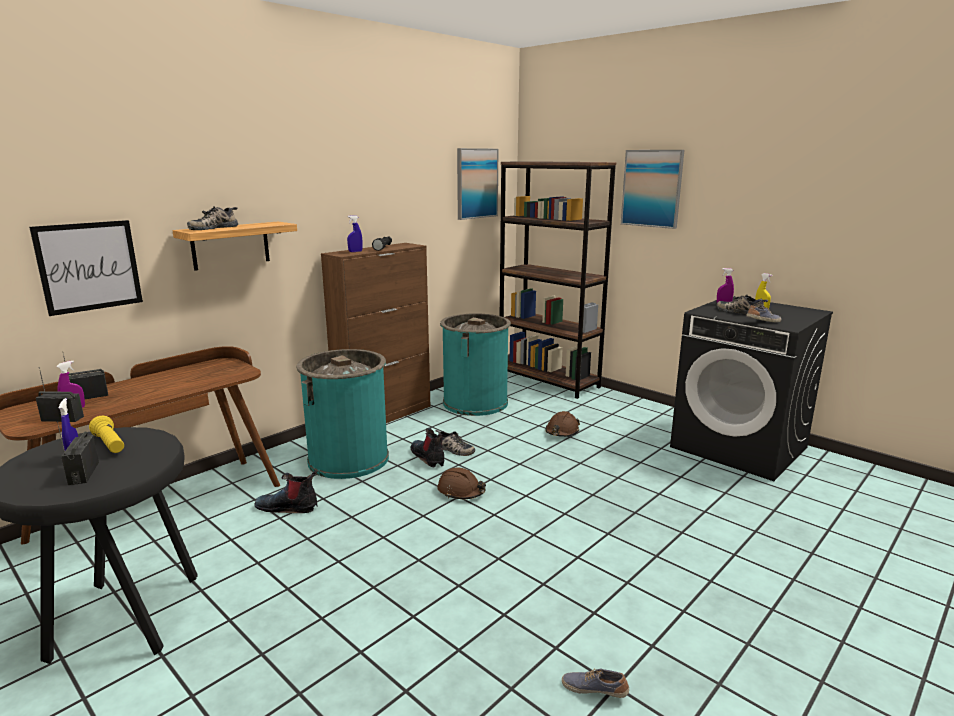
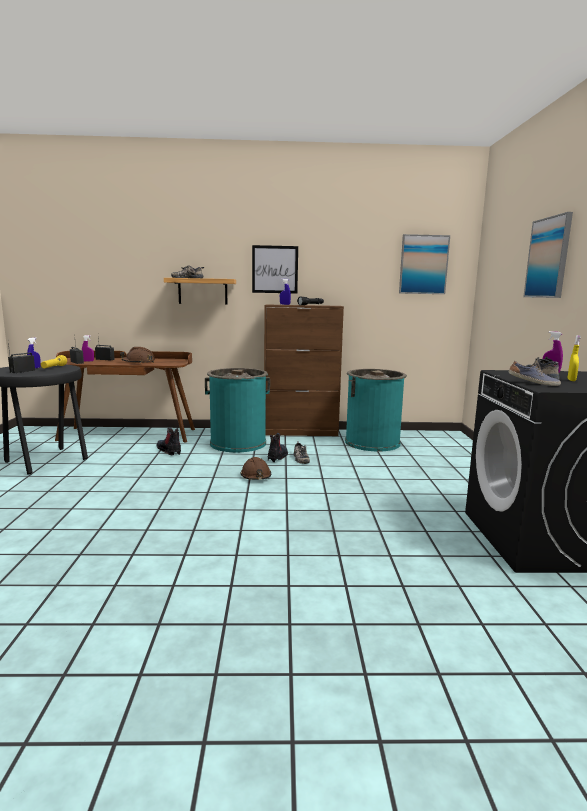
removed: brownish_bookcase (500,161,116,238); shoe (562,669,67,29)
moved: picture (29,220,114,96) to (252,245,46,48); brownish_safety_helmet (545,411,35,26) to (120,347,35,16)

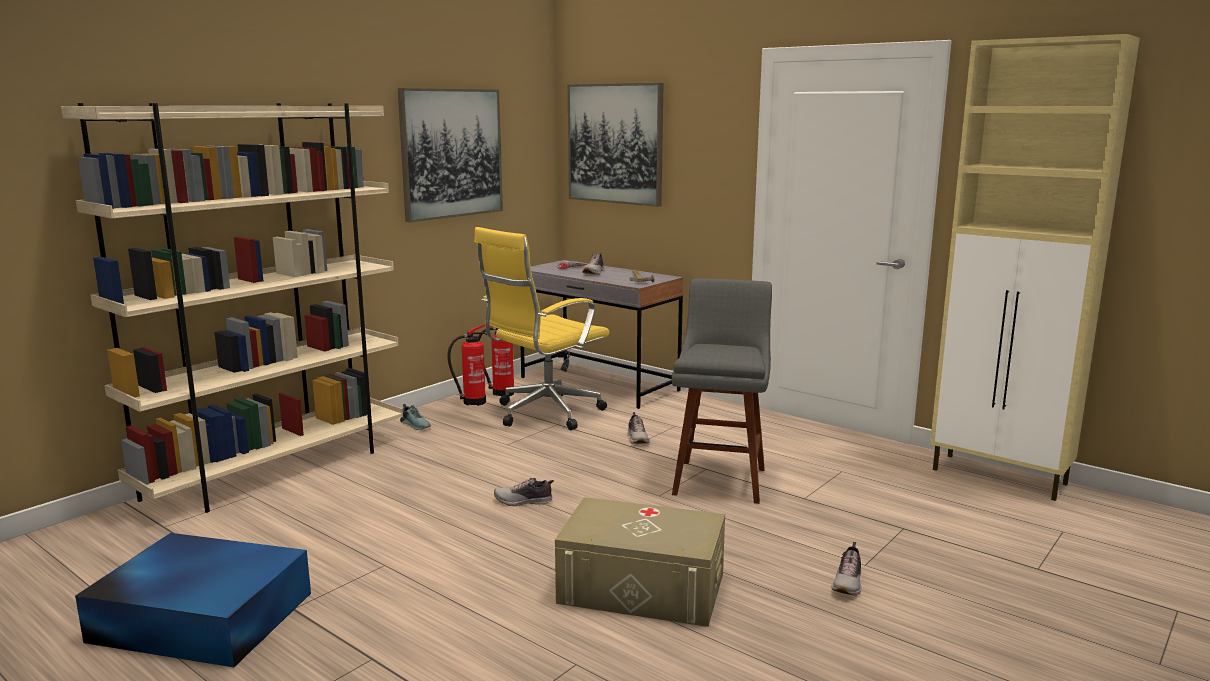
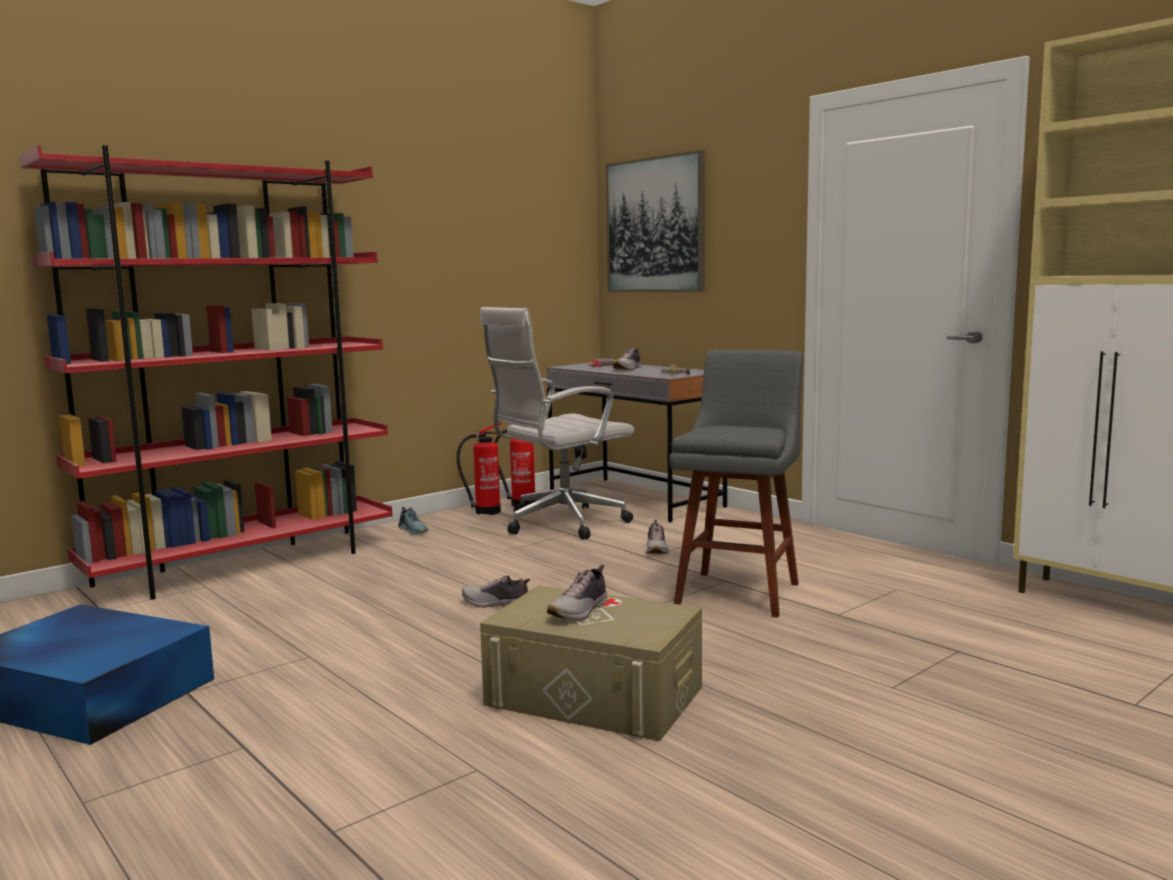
removed: picture (398,88,105,135)
moved: shoe (831,542,31,54) to (547,565,61,56)
recoloured: beige_bookcase (61,103,342,410) to red-coloured_bookcase (19,145,374,455); yellow_computer_chair (474,227,135,203) to whitish_computer_chair (479,307,155,233)

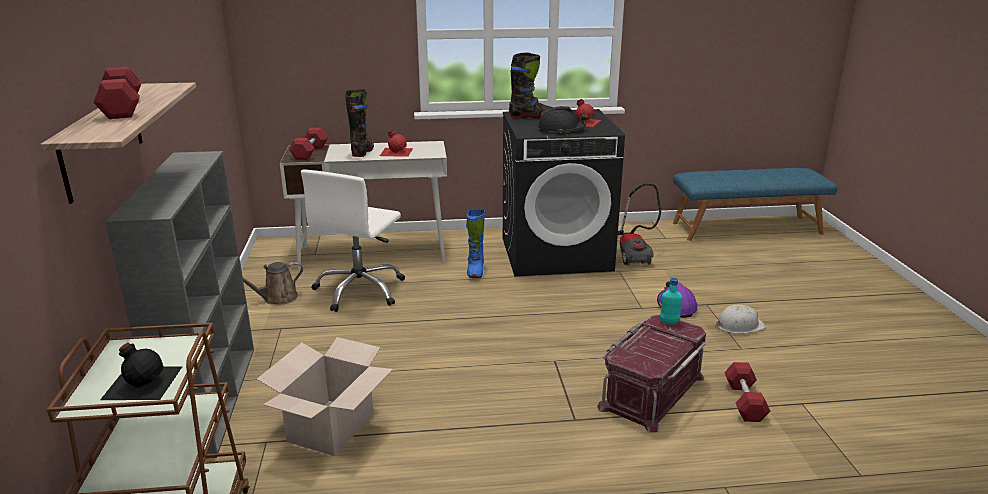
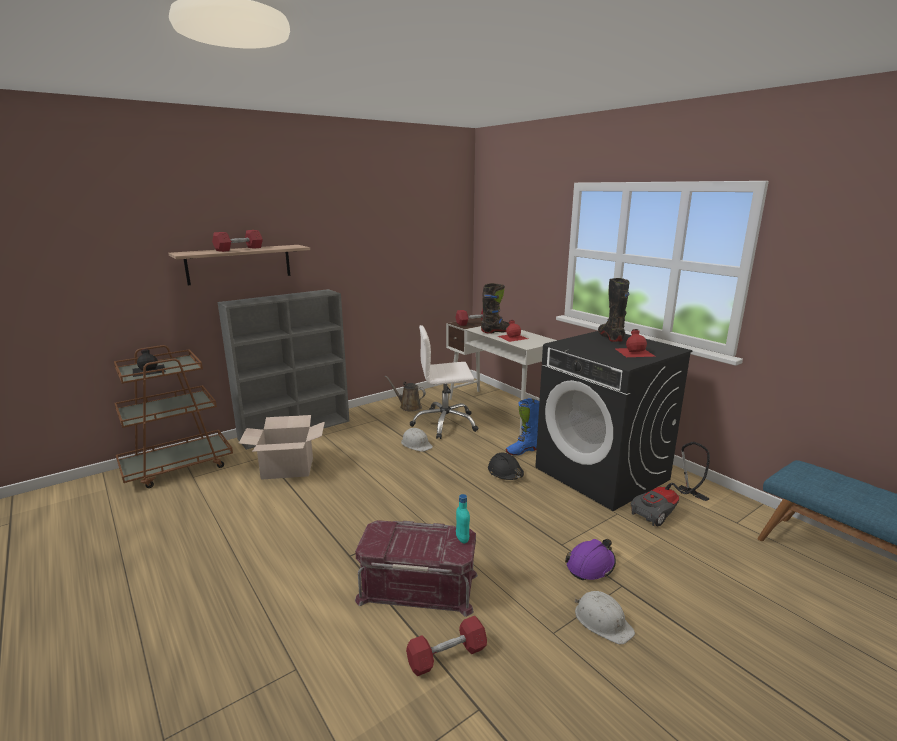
added: whitish_safety_helmet (401,428,32,24)
moved: black_safety_helmet (538,106,50,27) to (488,453,36,27)
turned: black_tall_boot (509,52,44,67) = (598,278,32,64) 150 degrees counterclockwise

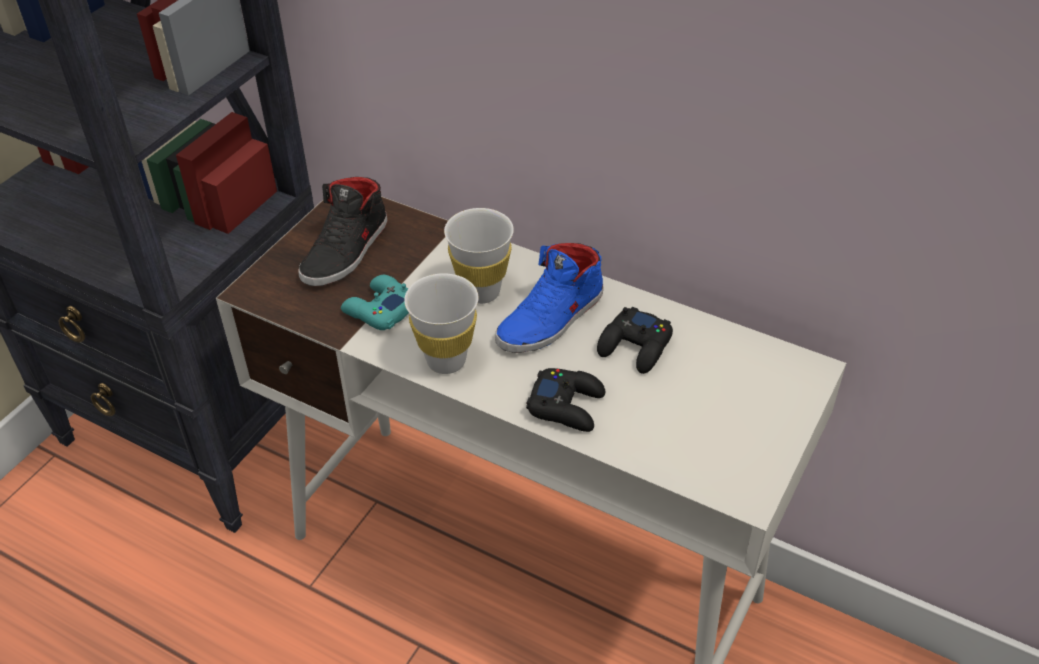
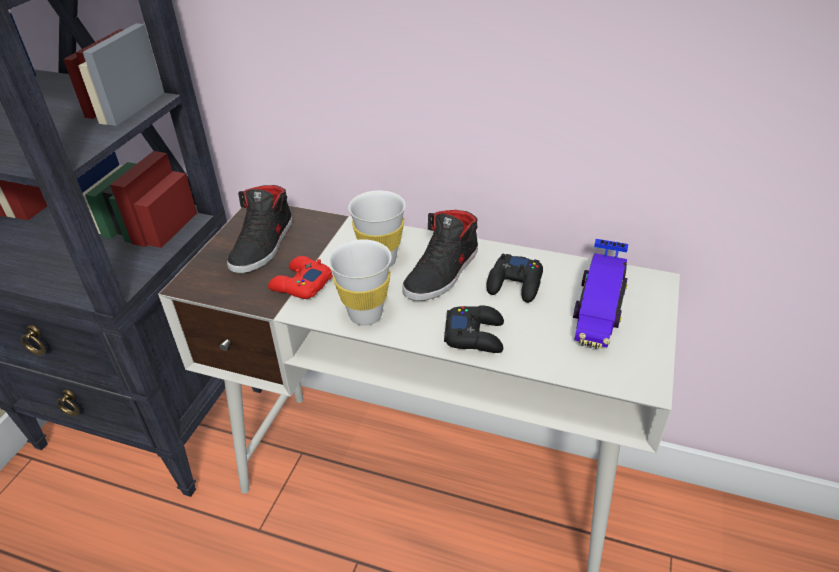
added: toy_car (573,239,55,110)
recoloured: turquoise_gamepad (341,275,68,55) to red-coloured_gamepad (268,256,65,43); bluish_shoe (495,243,108,110) to black_shoe (402,210,76,91)

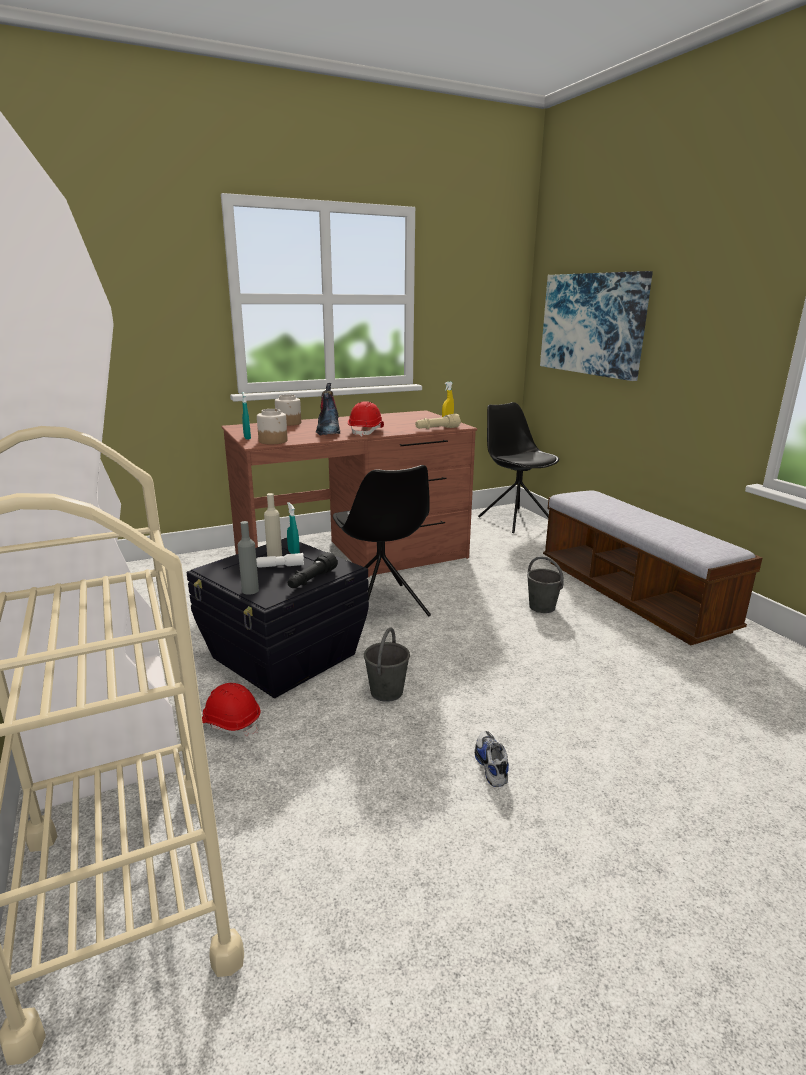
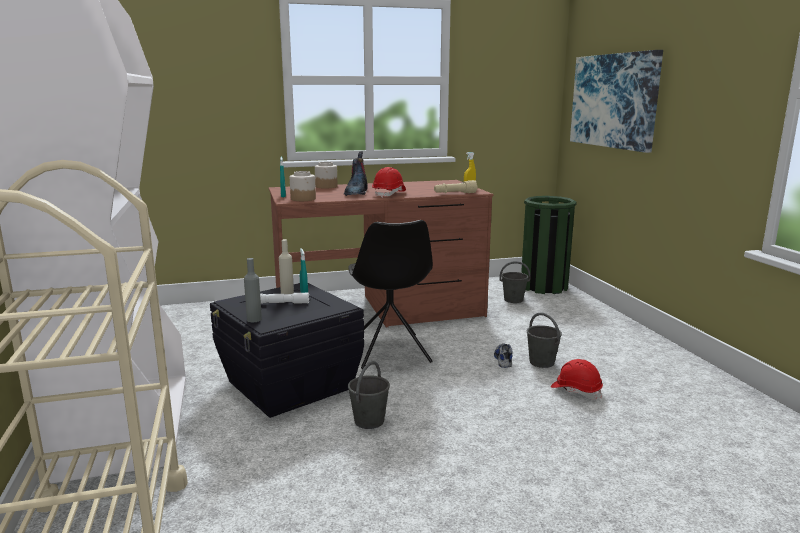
removed: black_flashlight (288,552,50,36); bench (543,490,219,155)
added: gray_bucket (499,261,31,42)
moved: red-coloured_safety_helmet (202,683,59,54) to (551,359,52,41); shoe (475,731,34,56) to (494,343,19,25)
replaced: black_plain_chair (478,402,81,131) to green_rubbish_bin (521,196,56,98)

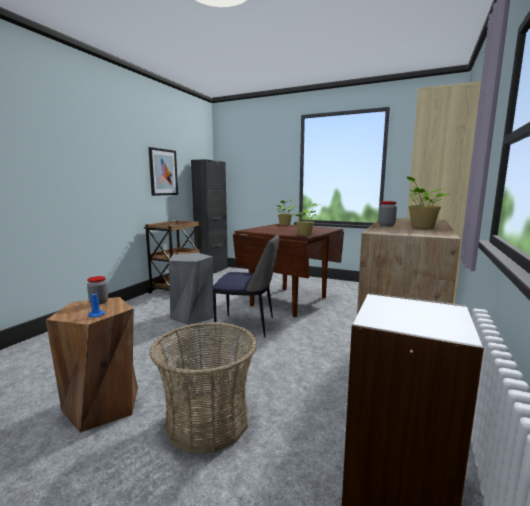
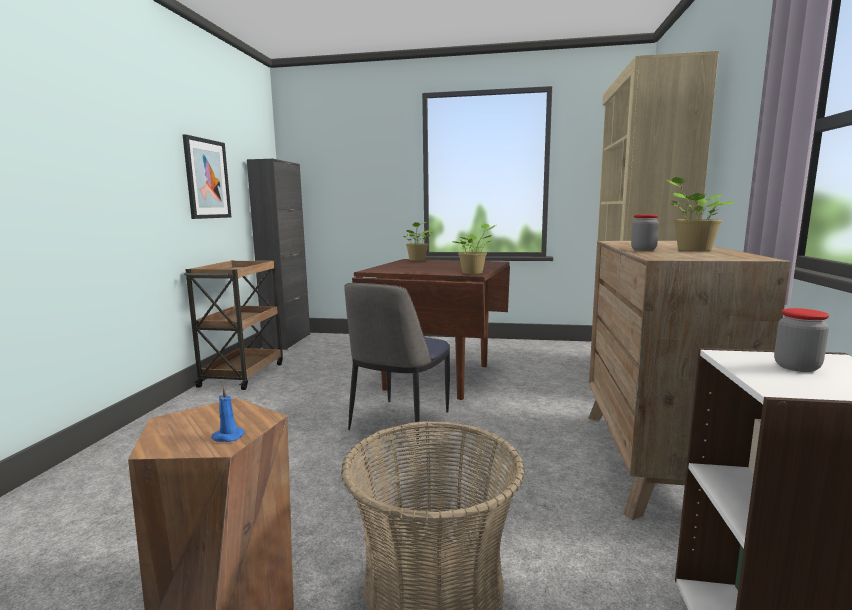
removed: gray_stool_seat (169,253,44,72)
moved: storage_jar (87,276,21,29) to (774,308,55,64)
turned: plain_chair (212,234,67,104) = (344,283,106,161) 120 degrees clockwise

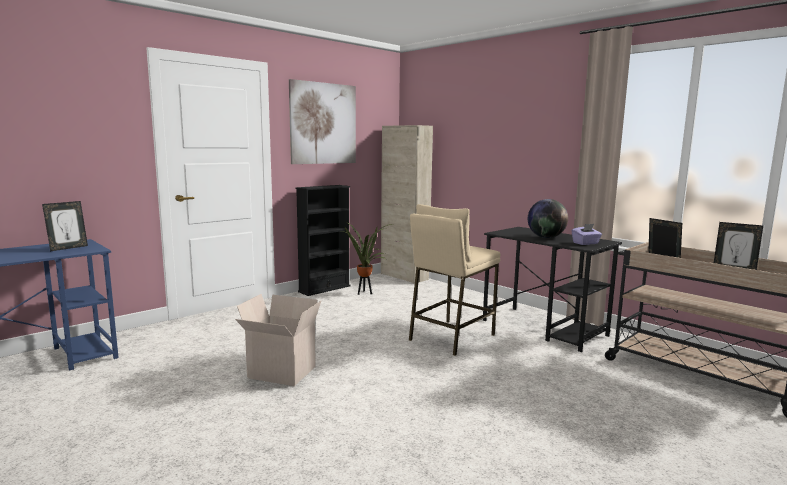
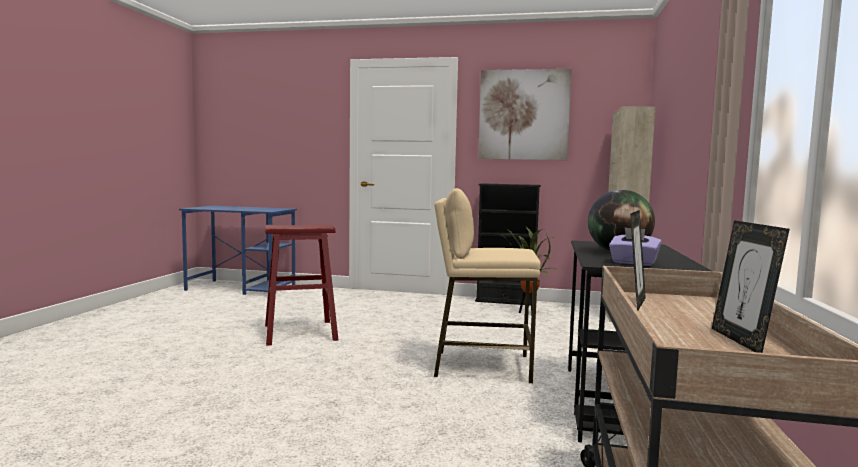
removed: standing_frame (42,201,46,50)
replaced: cardboard_box (235,294,86,92) to red-coloured_stool_seat (265,224,73,122)

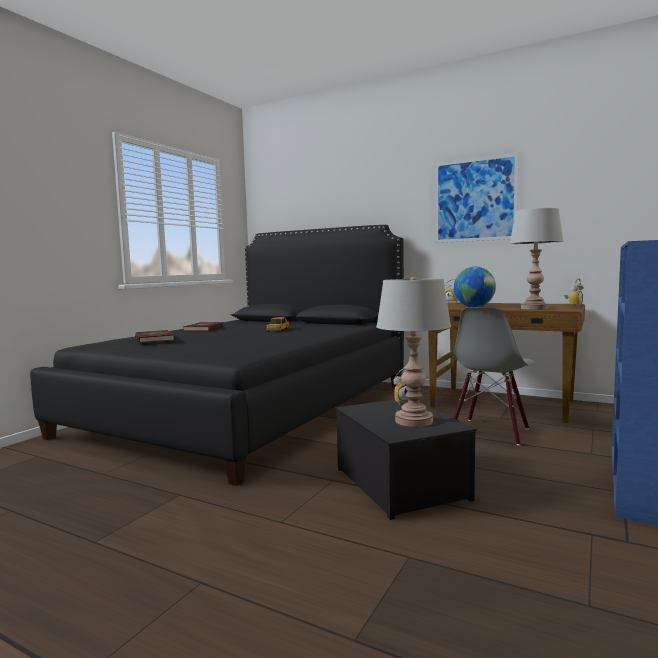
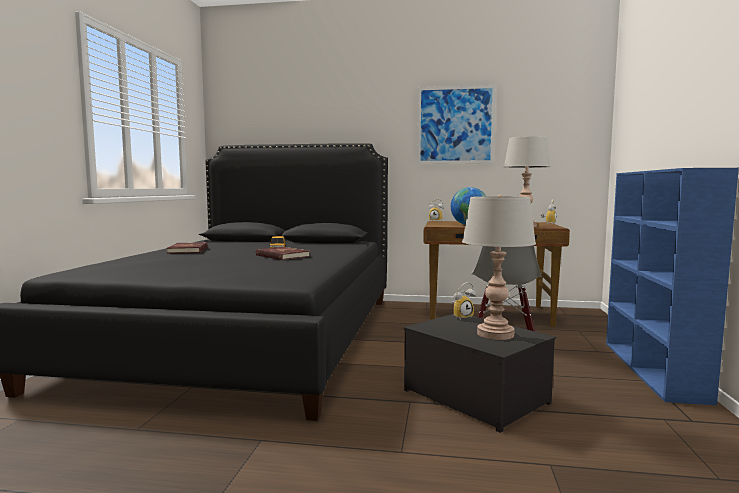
moved: red-coloured_book (135,330,39,13) to (256,247,54,13)

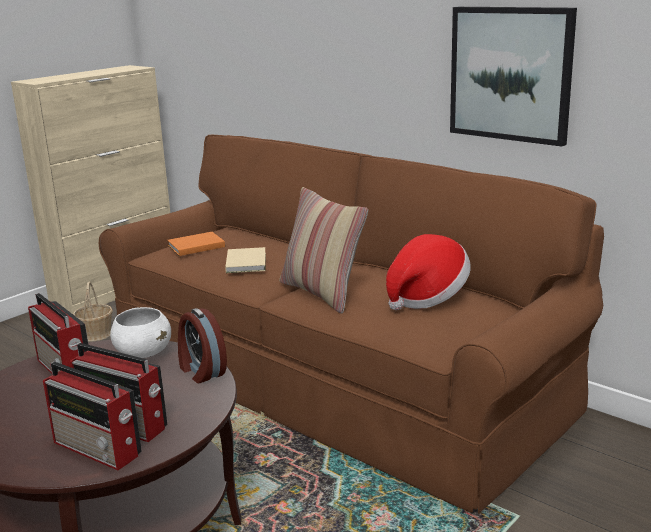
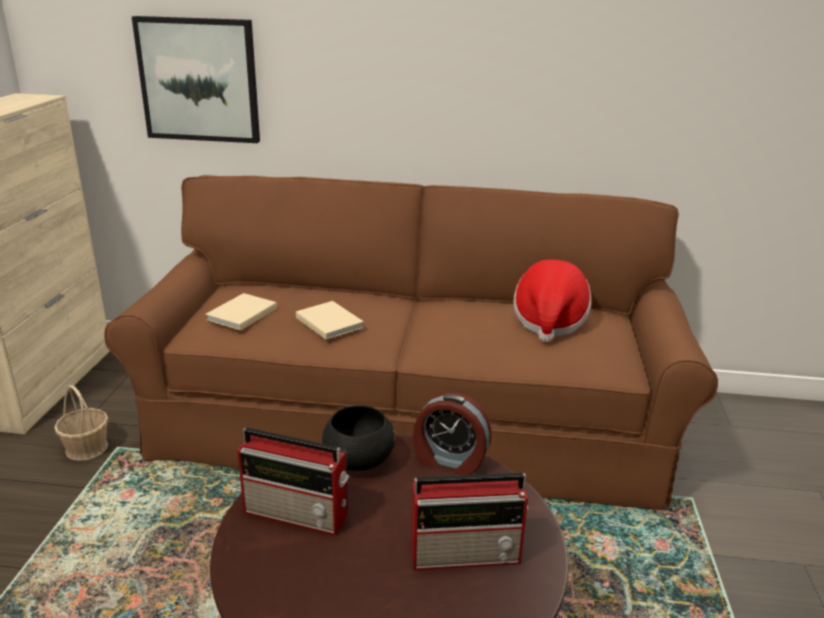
removed: radio_receiver (43,362,99,108); pillow (279,187,89,126)
moved: picture (450,7,127,140) to (132,16,128,127)
recoloured: whitish_deep_dish (110,307,61,51) to black_deep_dish (322,405,73,66); orange-coloured_book (167,232,58,24) to beige_book (206,293,71,38)

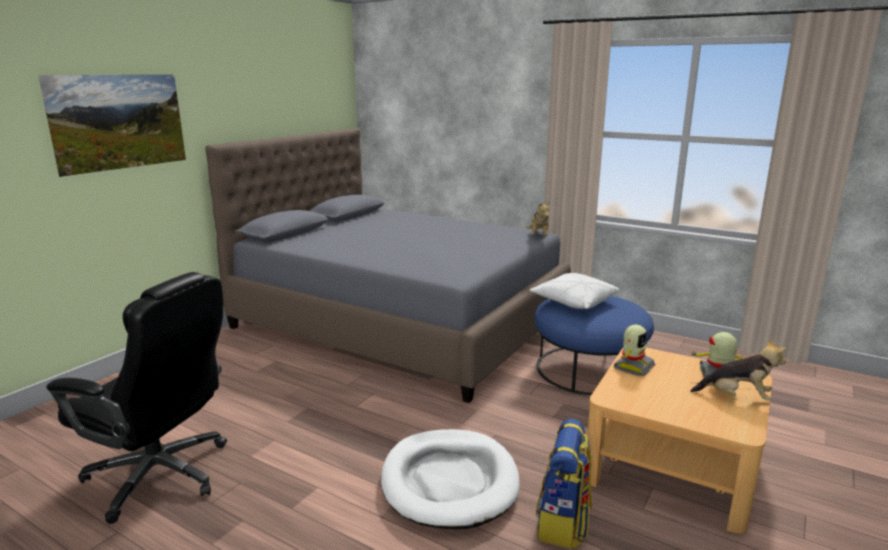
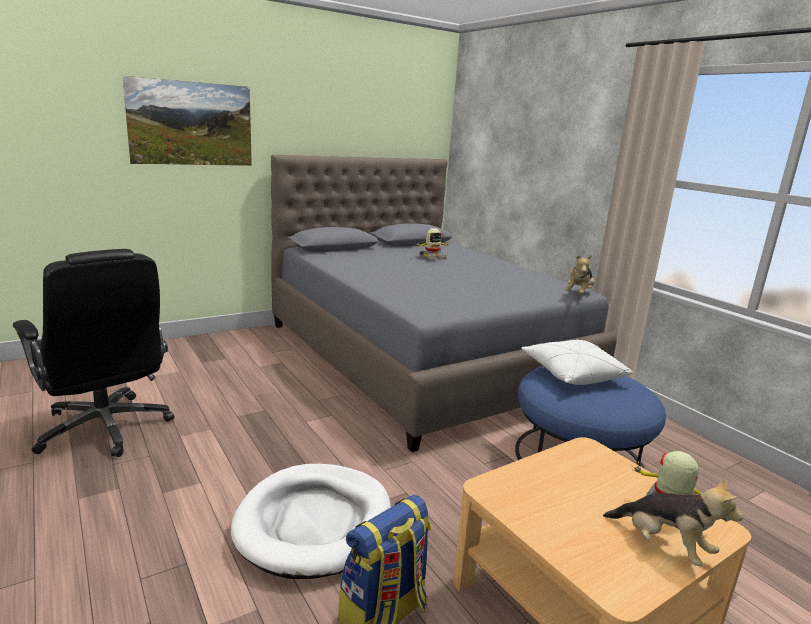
moved: model_robot (613,325,42,51) to (416,228,34,32)

